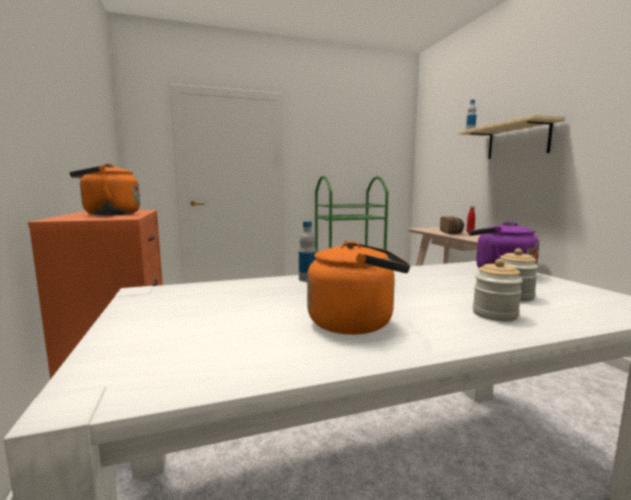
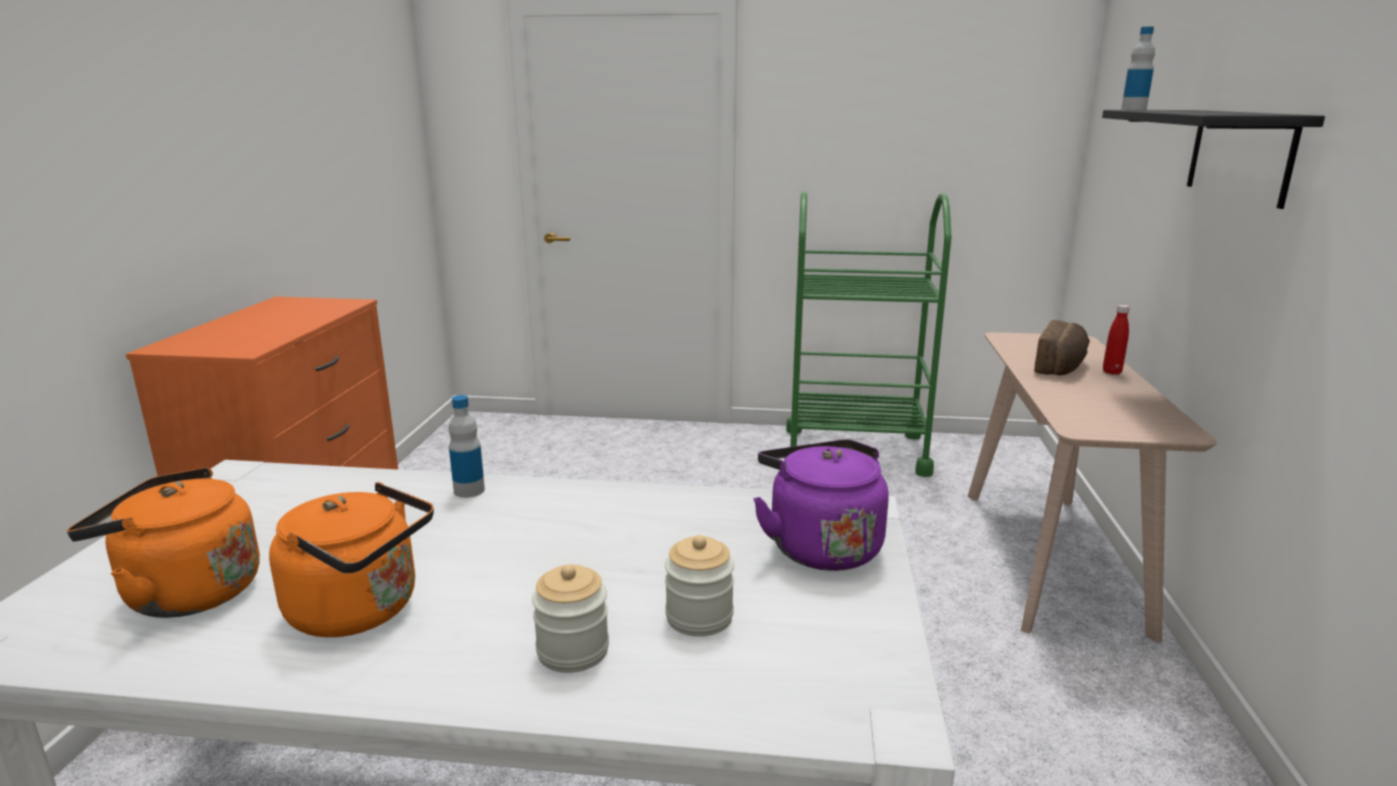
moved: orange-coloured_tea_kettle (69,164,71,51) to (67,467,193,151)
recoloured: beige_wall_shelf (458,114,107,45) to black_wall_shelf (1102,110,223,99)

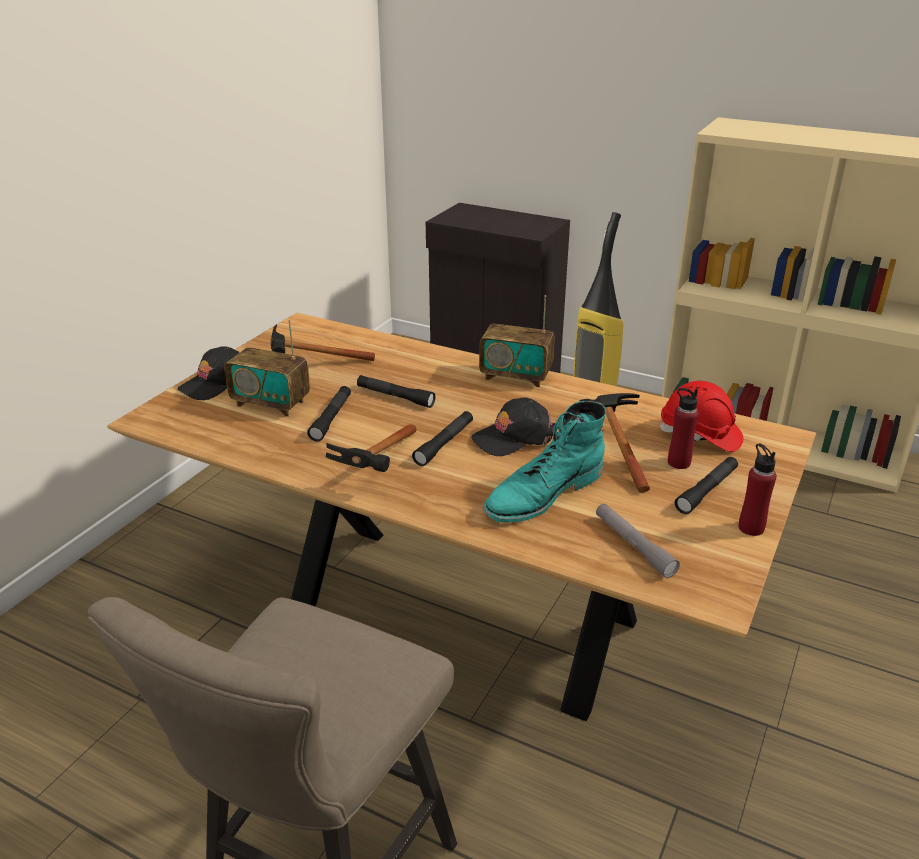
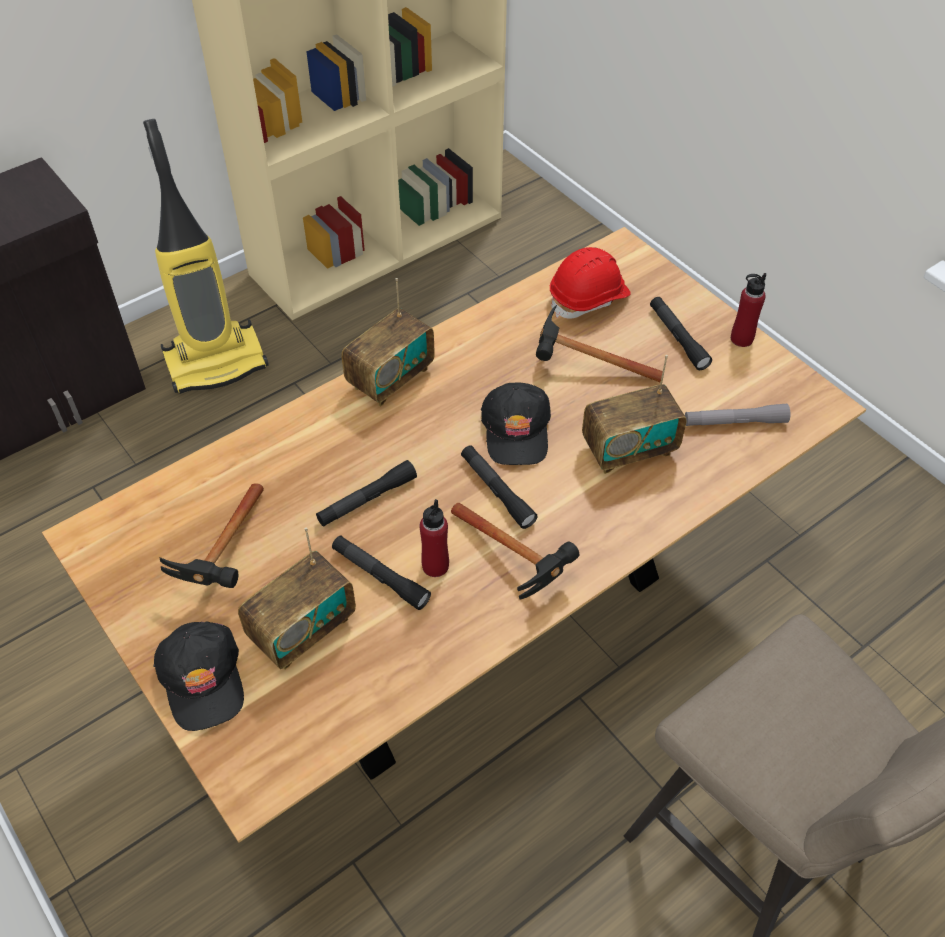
moved: red-coloured_drink_bottle (668,388,31,81) to (419,499,30,78)
replaced: turquoise_tall_boot (483,401,123,122) to radio_receiver (582,355,105,119)

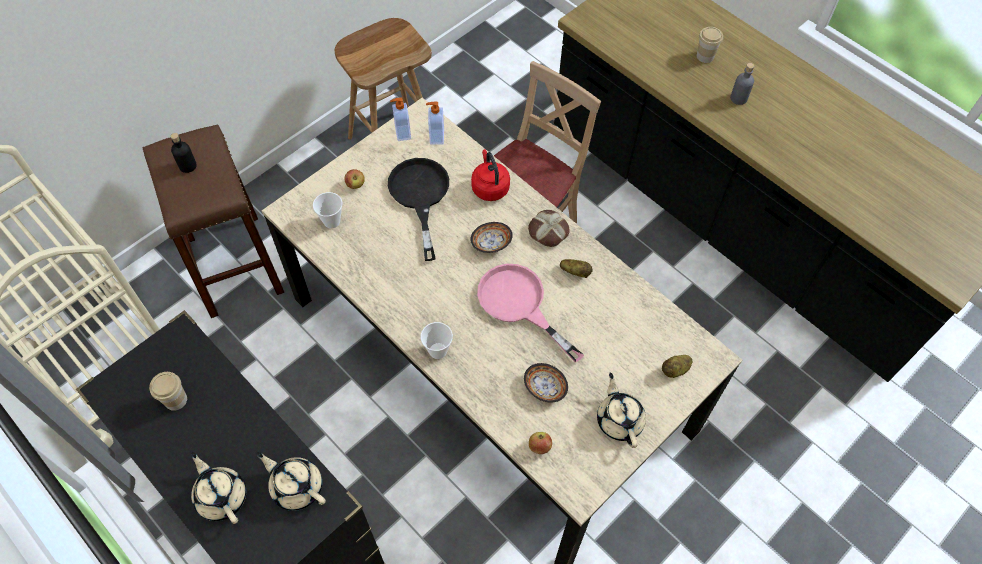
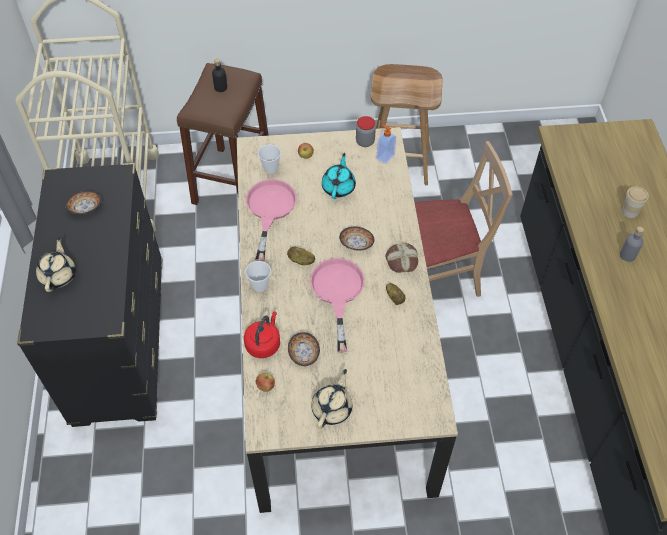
removed: beige_tea_pot (256,452,70,59)
added: pinkish_frying_pan (246,179,51,82)
moved: red-coloured_tea_kettle (471,149,39,52) to (244,311,36,47); whole_potato (662,355,30,23) to (287,246,28,19)
replaced: small_cup (149,372,38,39) to deep_dish (65,191,36,23); black_frying_pan (388,158,61,103) to turquoise_tea_pot (322,153,34,46); soap_bottle (390,97,21,44) to storage_jar (356,116,20,31)

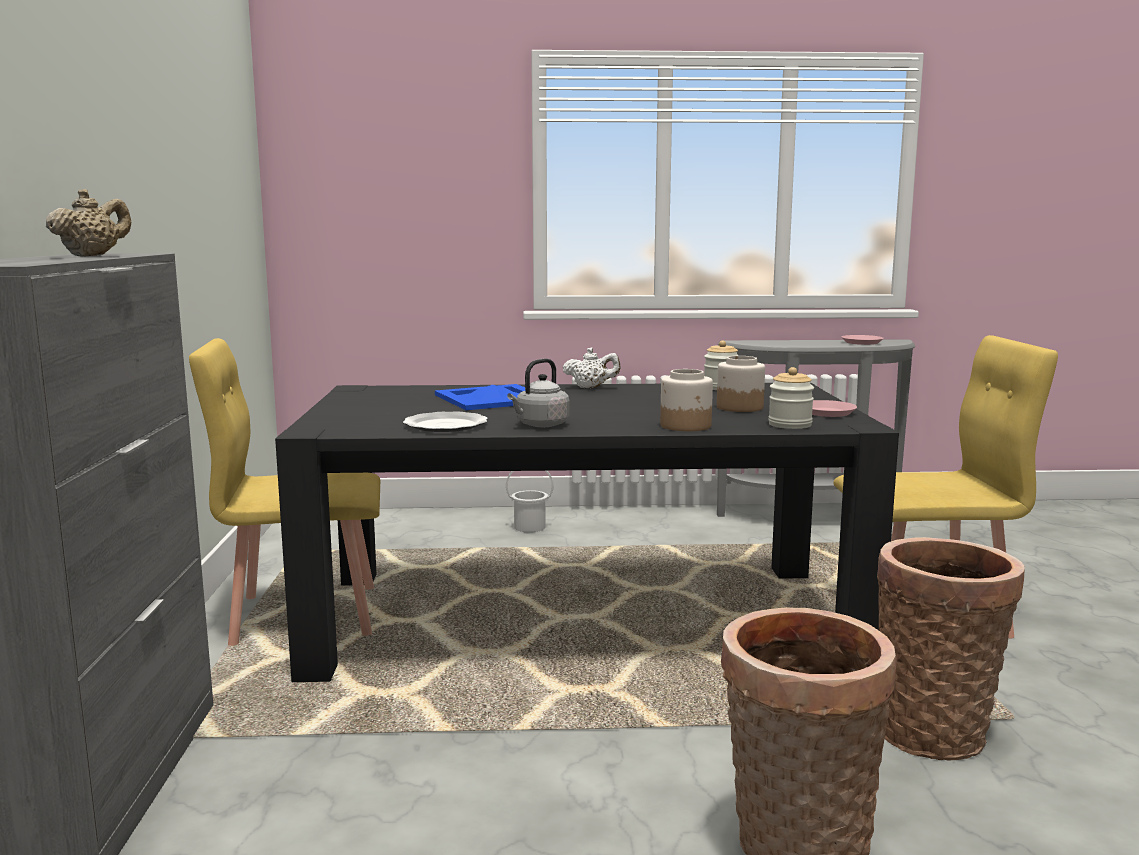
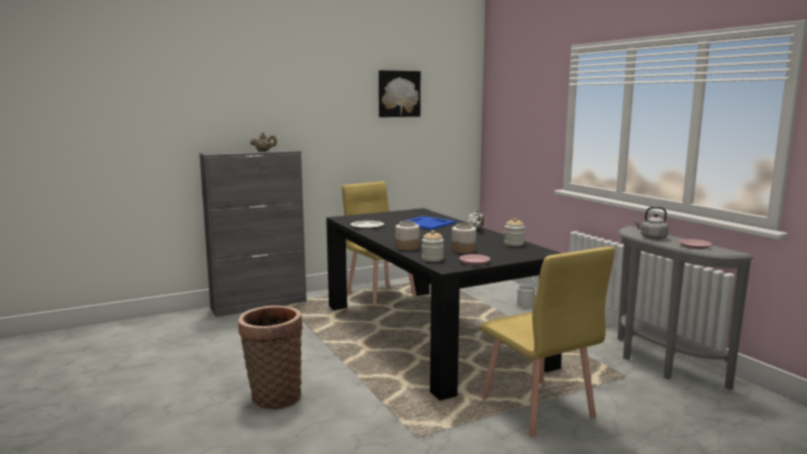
removed: household_basket (877,537,148,224)
added: picture (379,70,42,47)
moved: gray_tea_kettle (507,359,62,68) to (634,207,35,32)

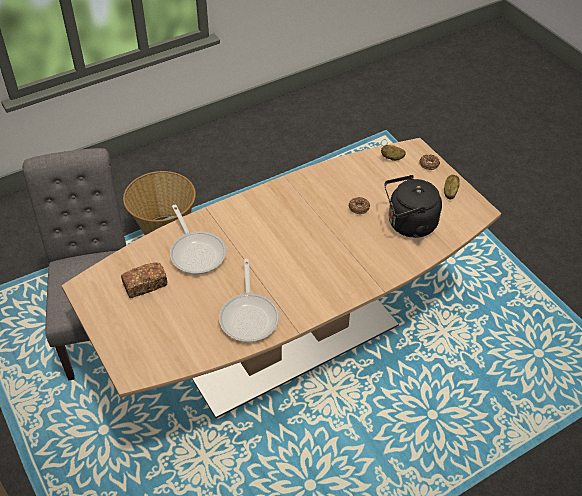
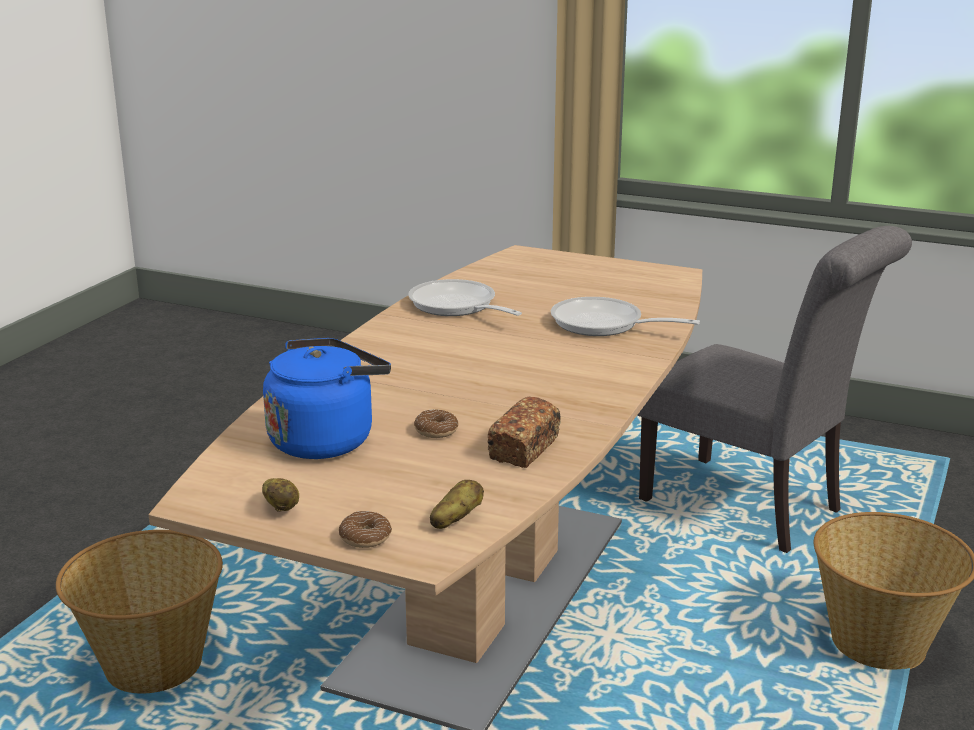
added: household_basket (56,530,167,164)
moved: bakery_bread (121,262,47,36) to (487,397,74,71)
recoloured: black_tea_kettle (384,175,58,63) to bluish_tea_kettle (263,338,128,121)

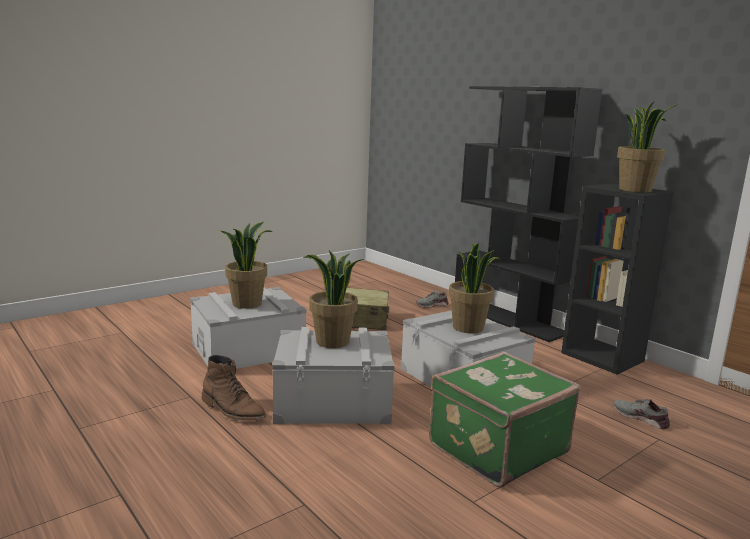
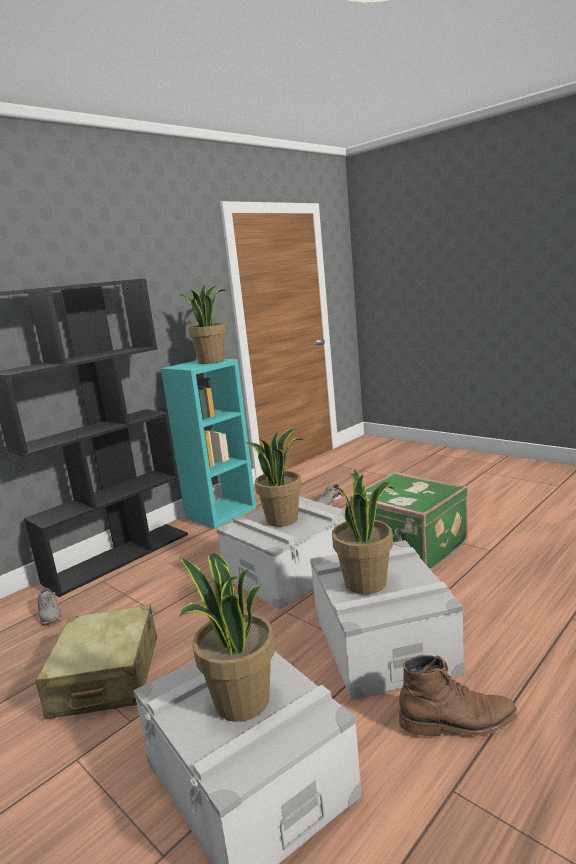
recoloured: black_bookcase (561,183,112,192) to turquoise_bookcase (161,359,95,170)
turned: brownish_tall_boot (201,355,65,66) = (399,655,119,81) 60 degrees clockwise

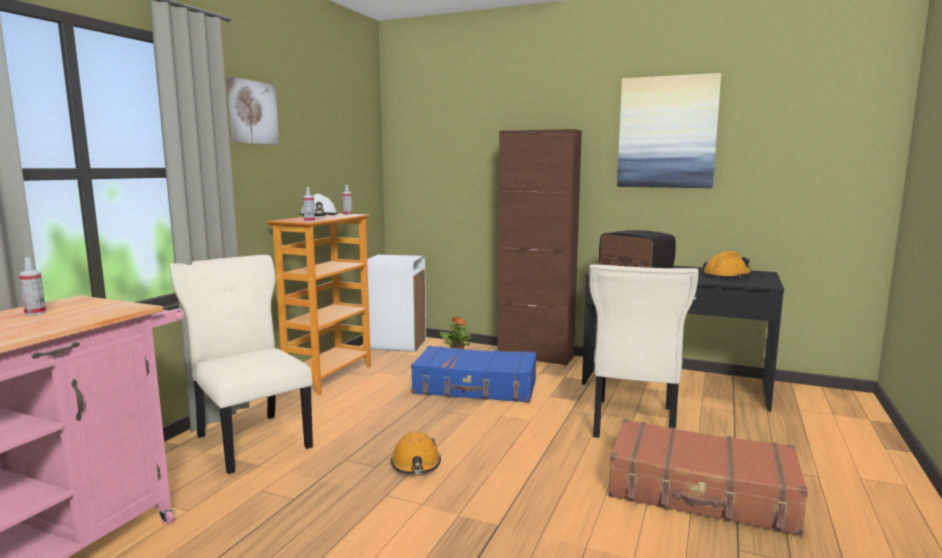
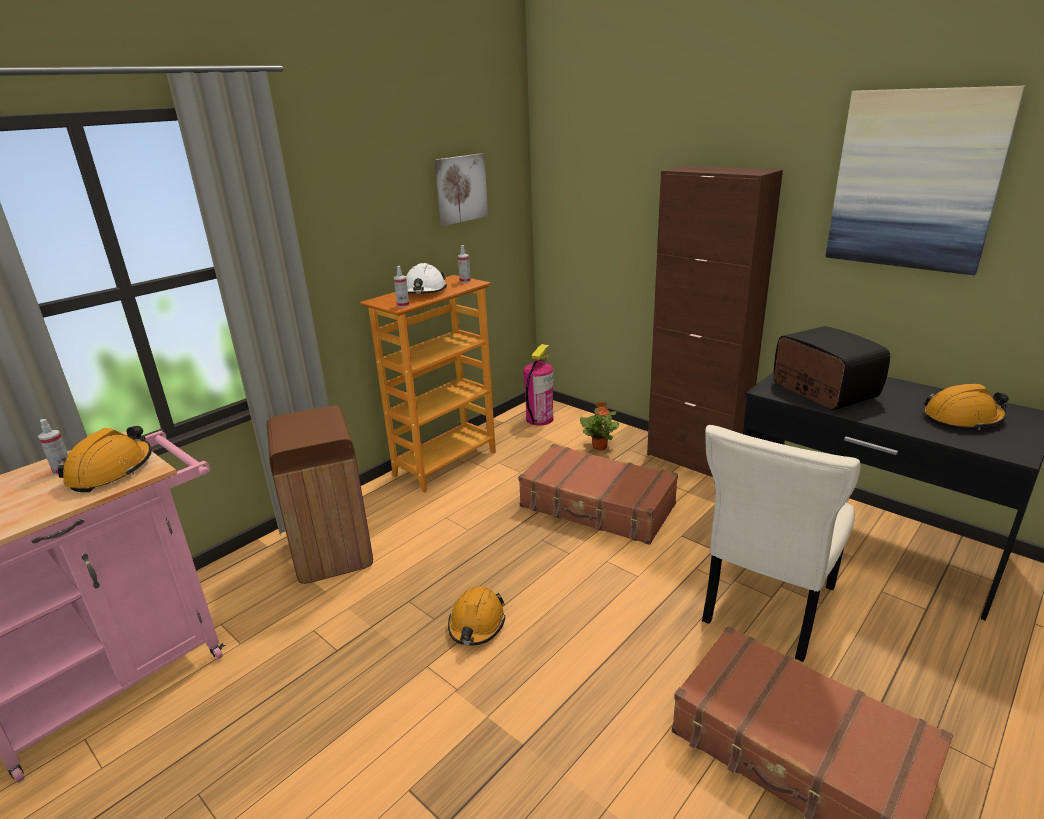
added: orange-coloured_safety_helmet (58,426,94,66)
moved: picture (227,77,52,68) to (435,153,53,73)
replaced: beige_plain_chair (169,255,144,219) to brownish_rubbish_bin (267,406,106,178); whitish_rubbish_bin (367,255,59,97) to extinguisher (523,344,31,82)
recoloured: bluish_piece_of_luggage (411,346,125,57) to brownish_piece_of_luggage (518,444,160,101)

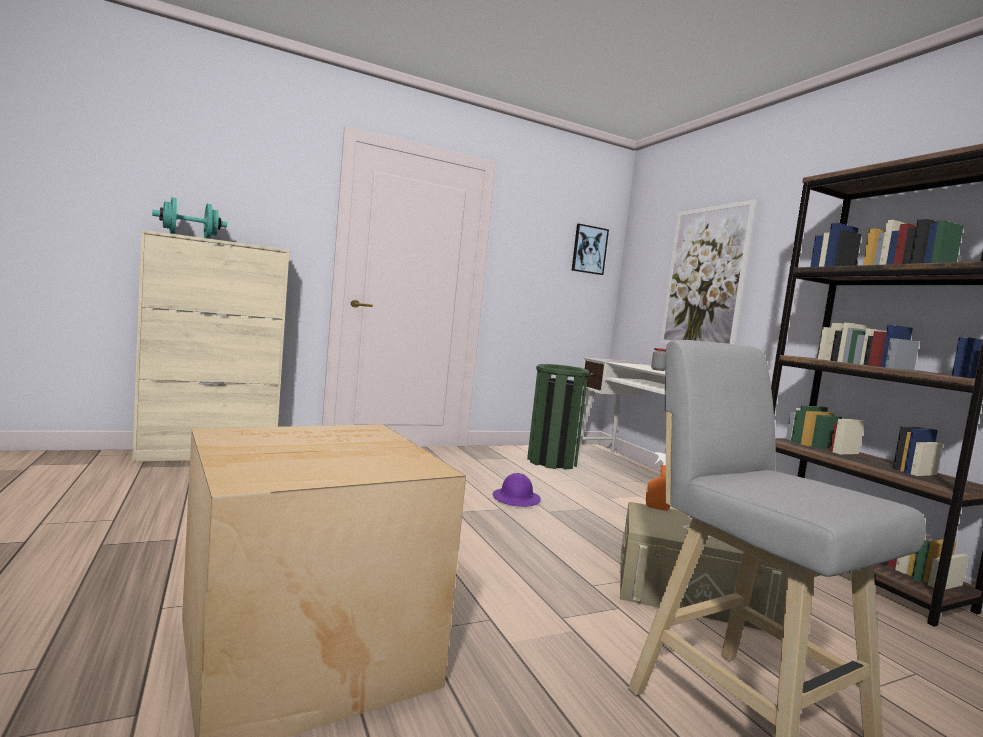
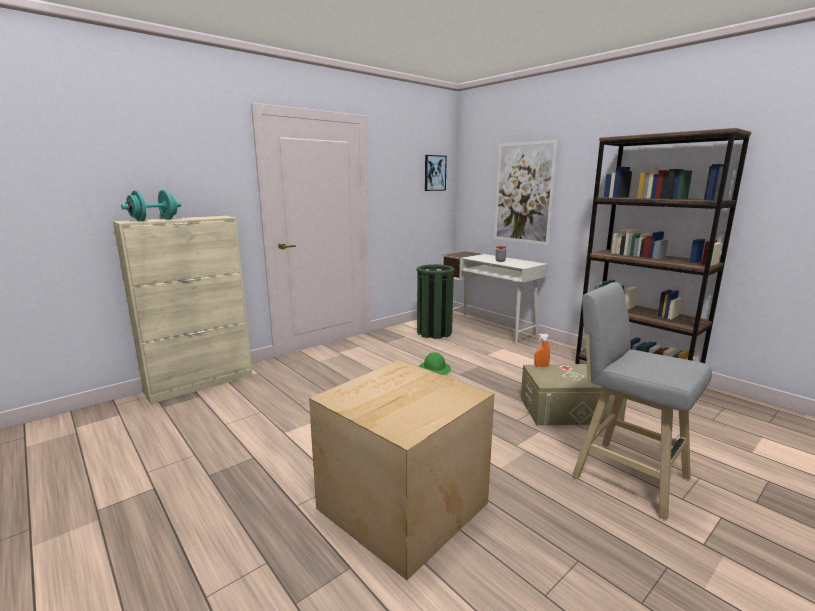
recoloured: purple-coloured_safety_helmet (492,473,49,34) to green_safety_helmet (419,352,32,23)

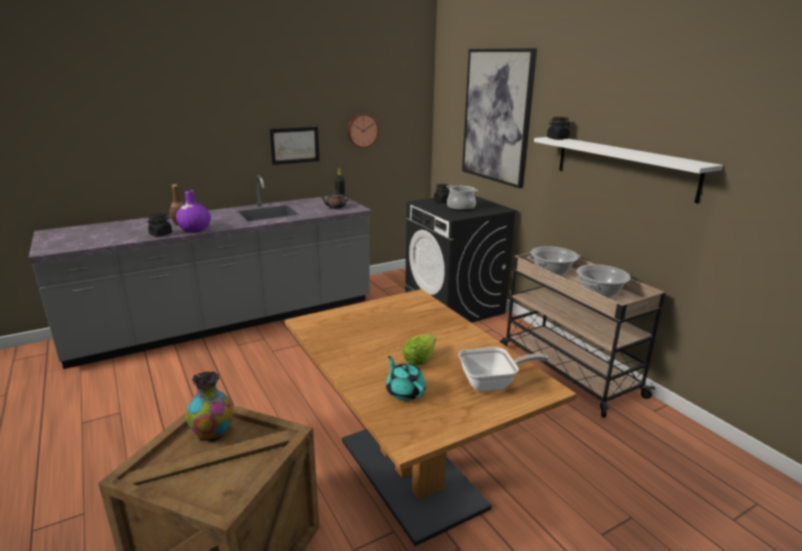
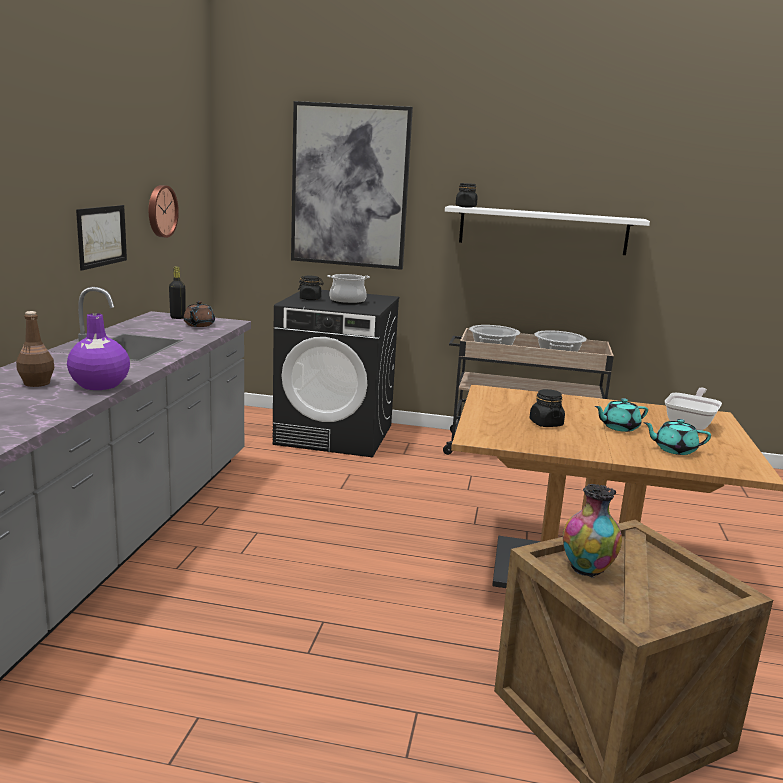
moved: black_storage_jar (148,213,24,23) to (529,389,36,38)
replaced: lettuce (403,334,33,32) to turquoise_tea_pot (594,398,54,34)

